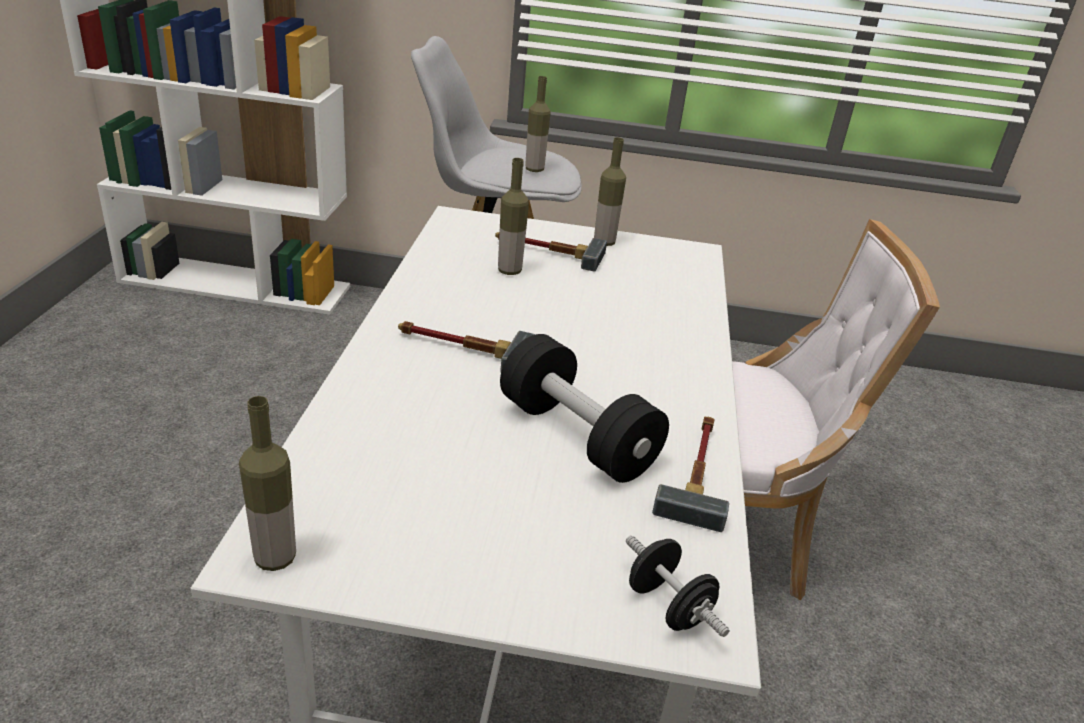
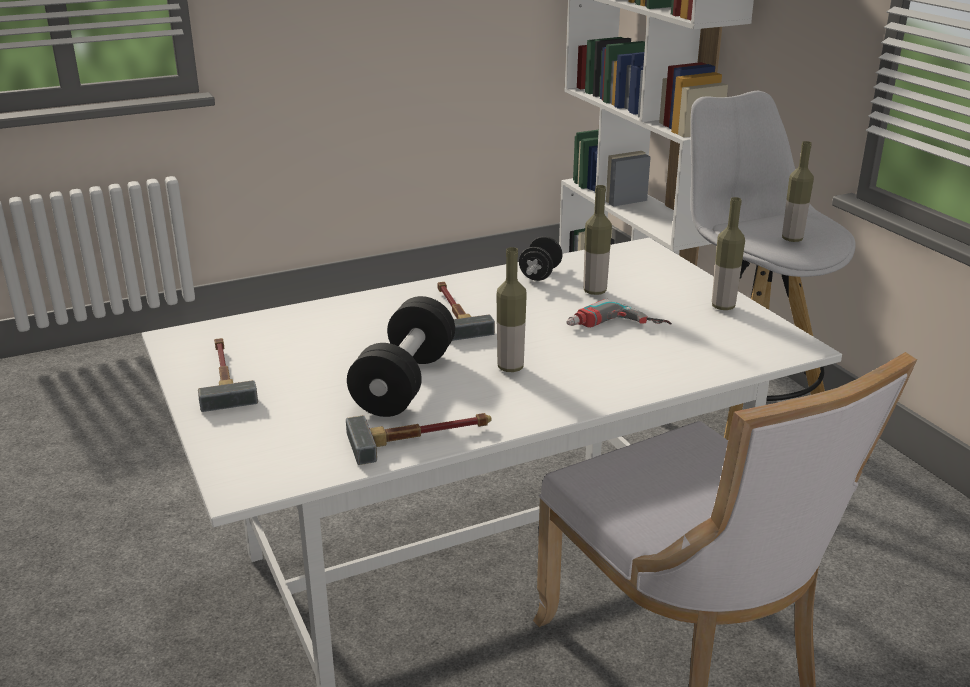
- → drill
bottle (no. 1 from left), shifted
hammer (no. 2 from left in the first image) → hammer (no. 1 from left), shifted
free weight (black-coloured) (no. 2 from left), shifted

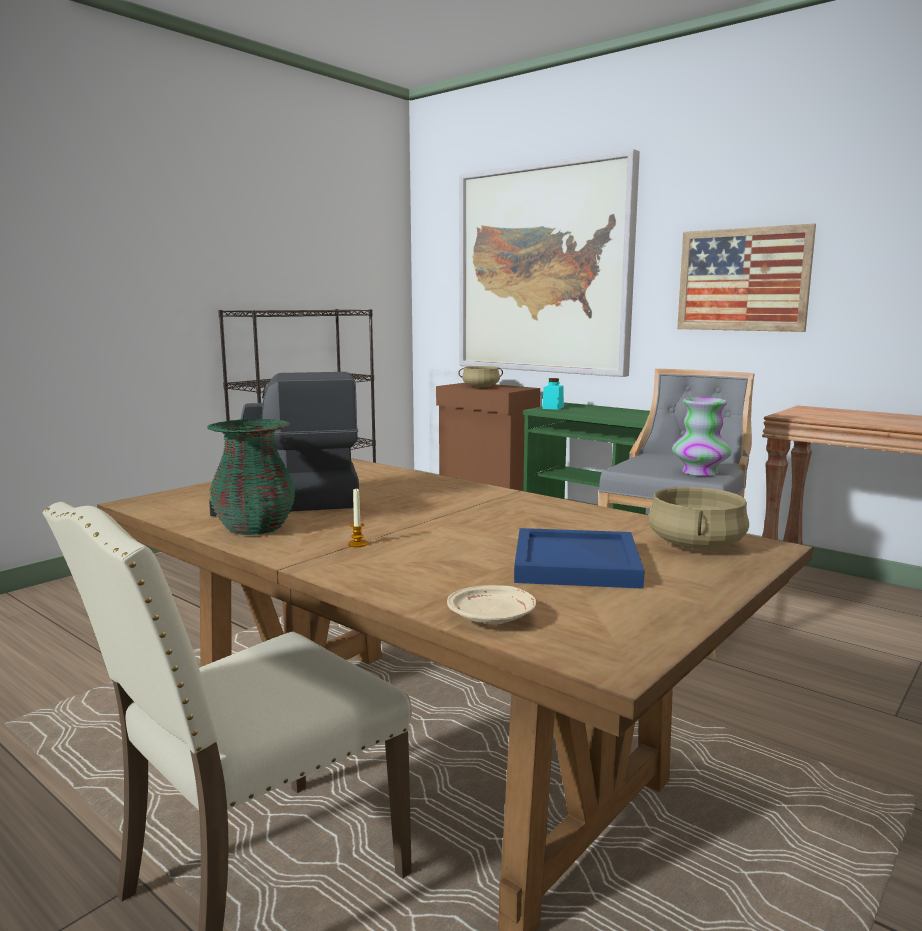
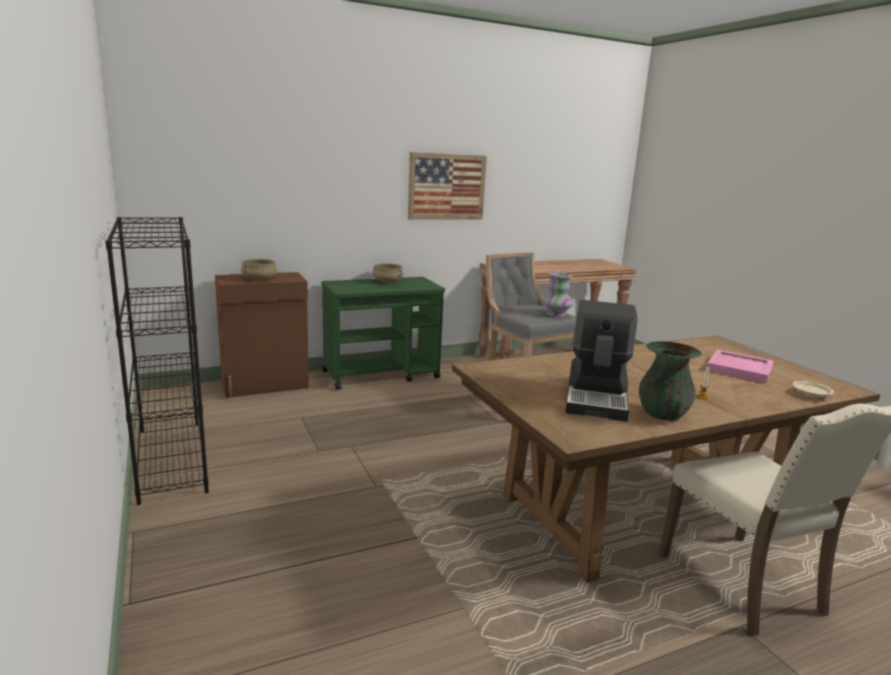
wall picture (no. 1 from left) → -
preserve jar (blue-green) → -
saucepot (beige) (no. 2 from left), shifted
carrying tray (bluish) → carrying tray (pink-coloured)

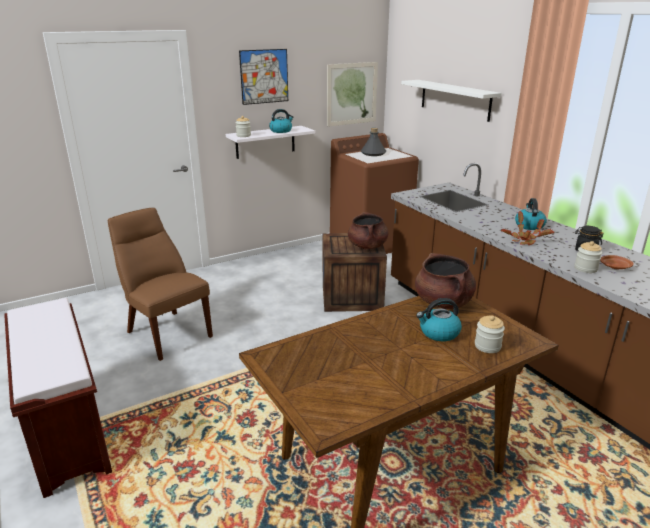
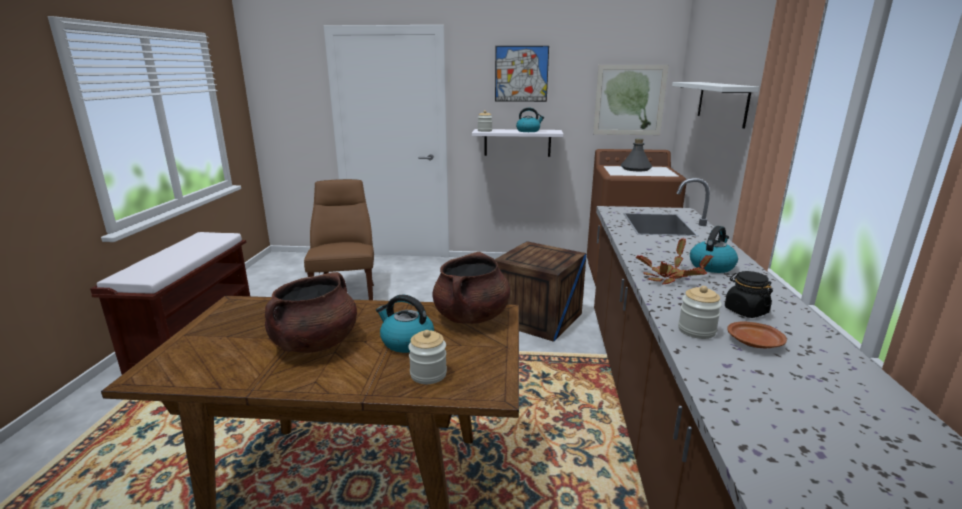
saucepot (brownish) (no. 1 from left), shifted

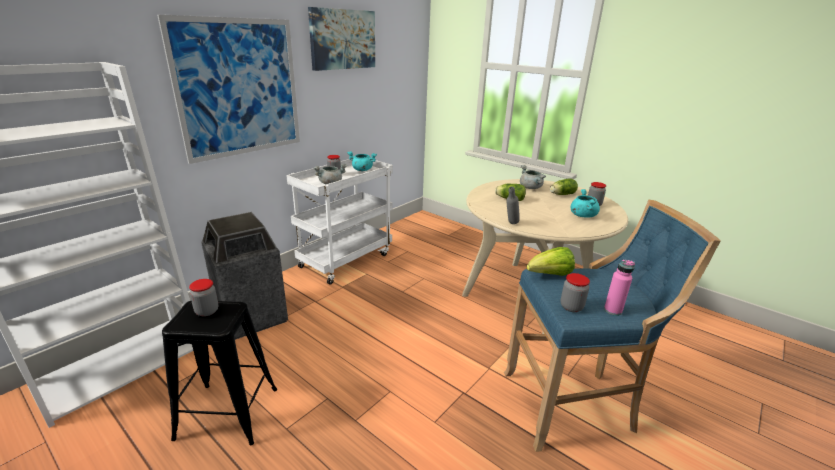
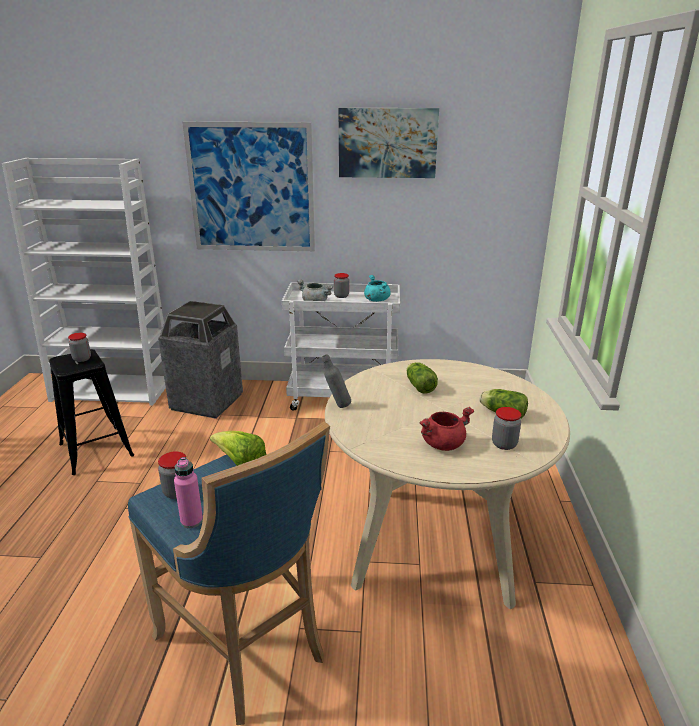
saucepot (greyish) (no. 2 from left) → -
saucepot (blue-green) (no. 2 from left) → saucepot (reddish)

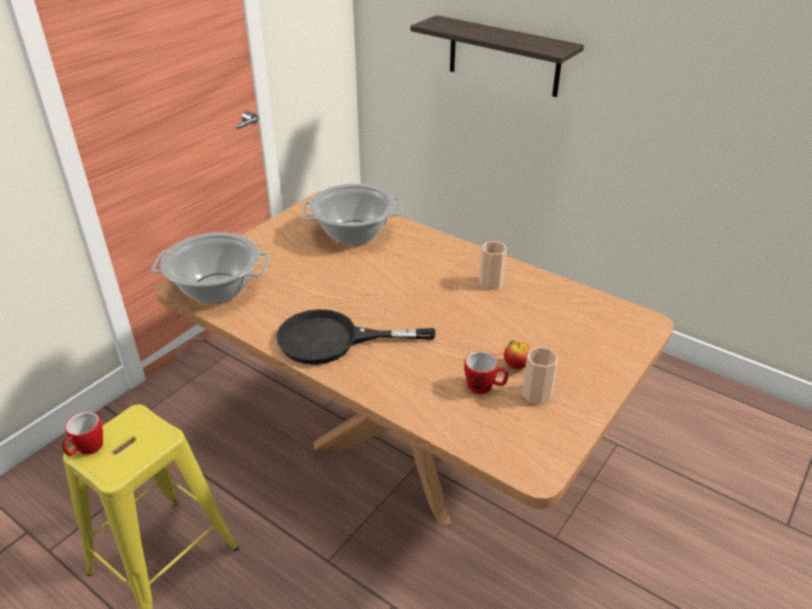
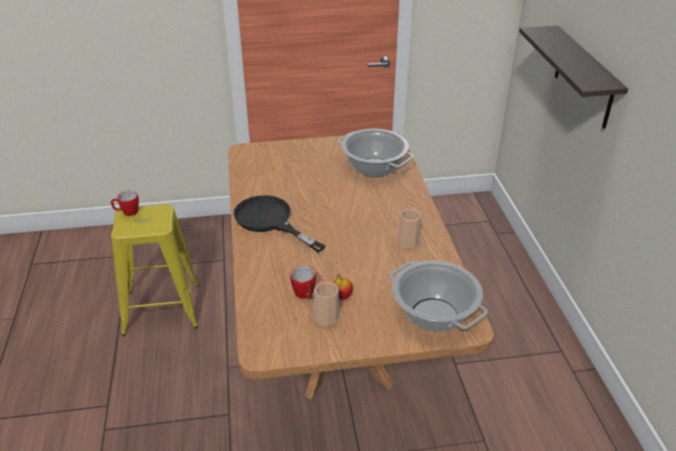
saucepot (no. 1 from left in the first image) → saucepot (no. 2 from left), shifted

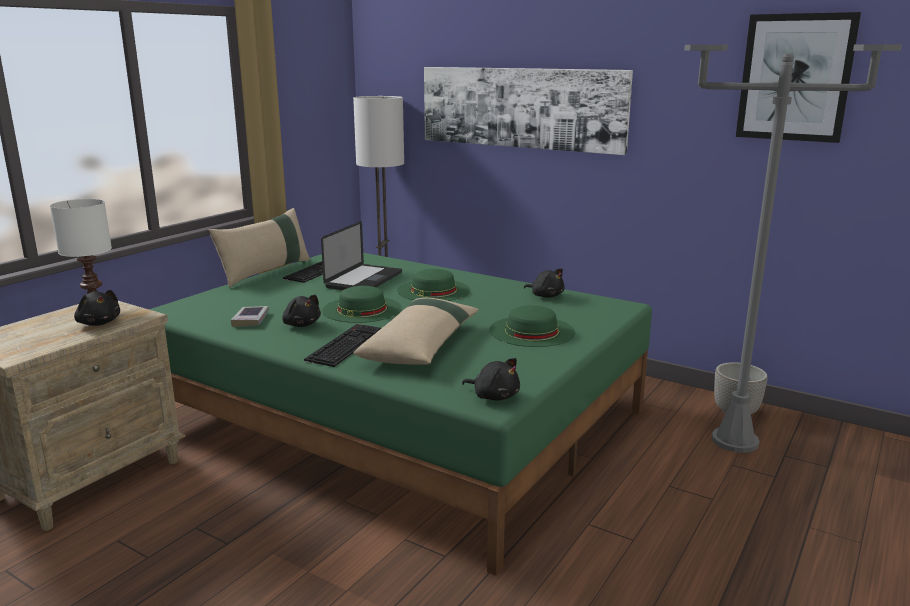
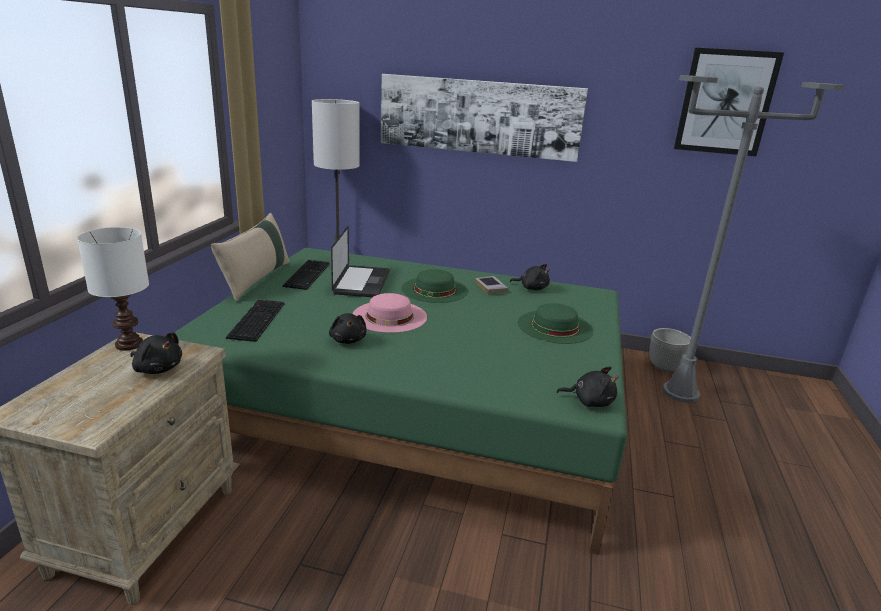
cushion (beige) (no. 2 from left) → -
book, shifted
PC keyboard (no. 2 from left in the first image) → PC keyboard (no. 1 from left), shifted
hat (greenish) (no. 1 from left) → hat (pink-coloured)
plush toy (black-coloured) (no. 2 from left), 45 degrees clockwise

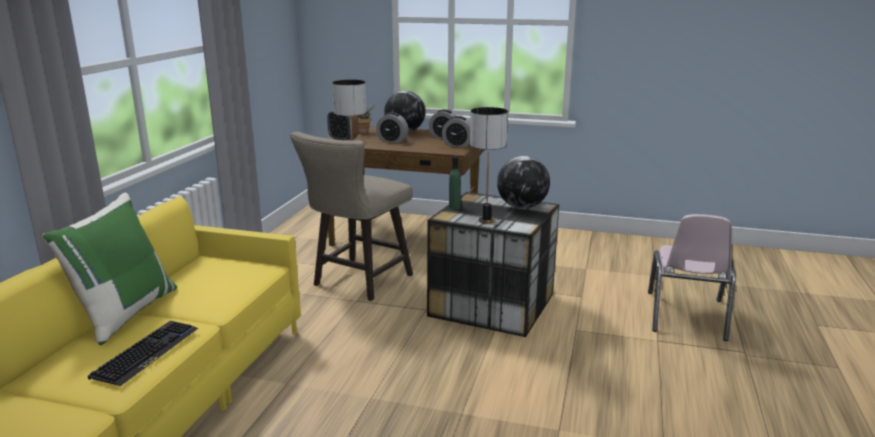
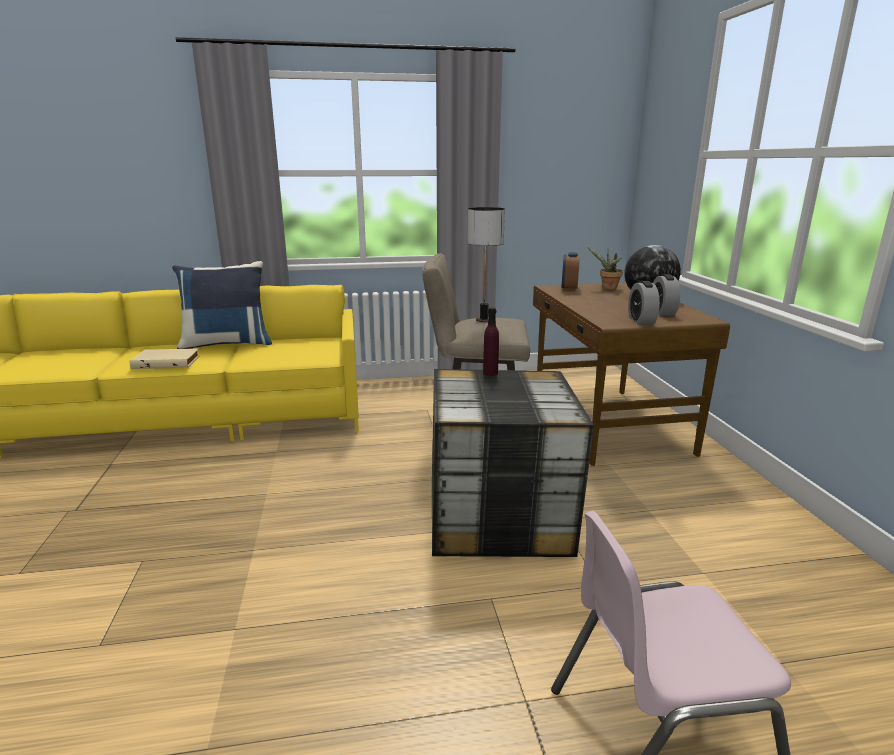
table clock (no. 2 from left) → -
lamp for a table (no. 2 from left) → -
world globe (no. 2 from left) → -
PC keyboard → book (beige)
cushion (greenish) → cushion (bluish)
bottle (greenish) → bottle (purple)

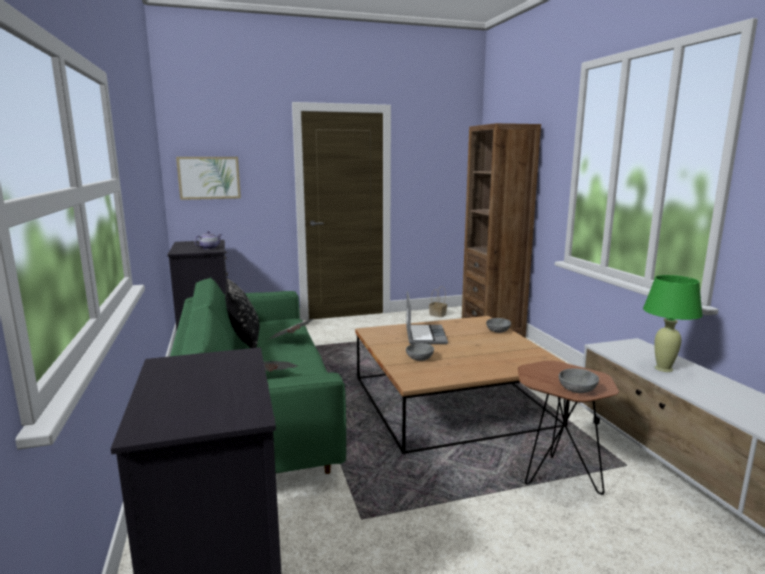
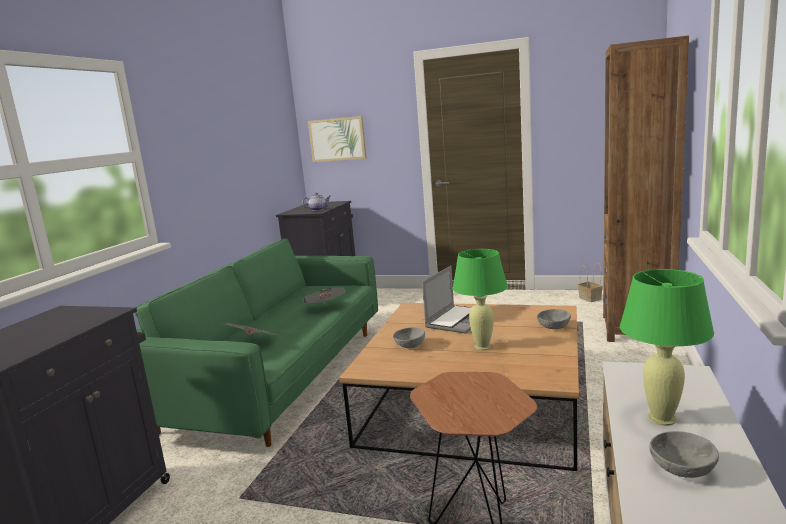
cushion (black-coloured) → -
- → lamp for a table (greenish) (no. 1 from left)
bowl (greyish) (no. 3 from left), shifted

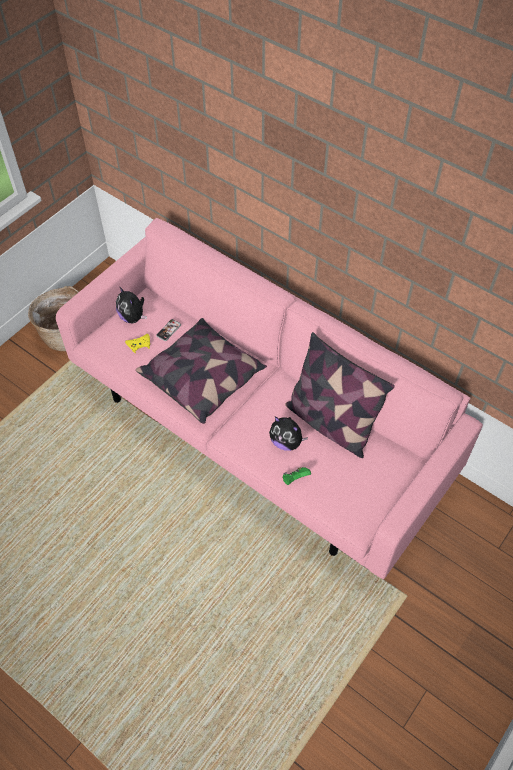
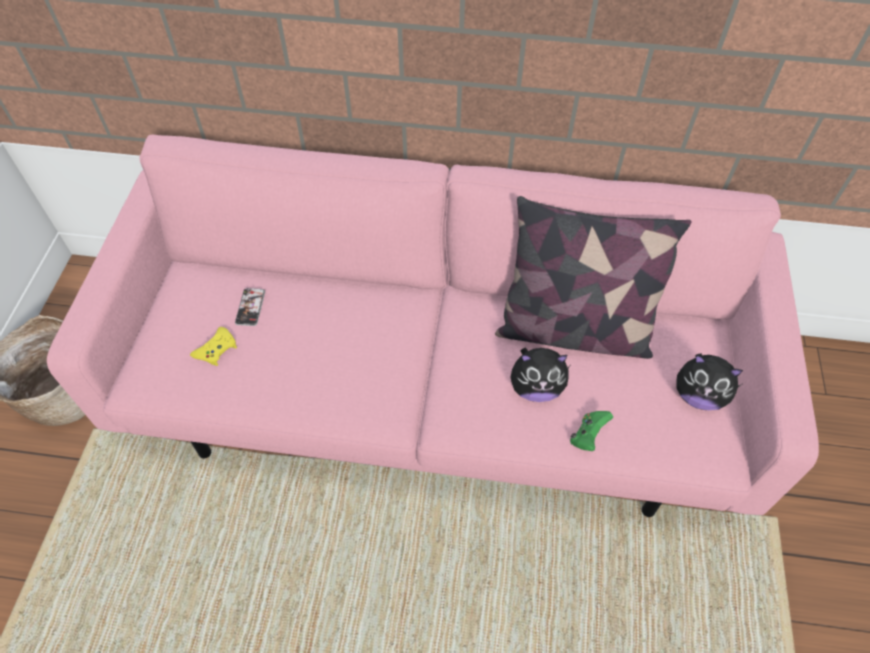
cushion (no. 1 from left) → -
plush toy (no. 1 from left in the first image) → plush toy (no. 2 from left), shifted

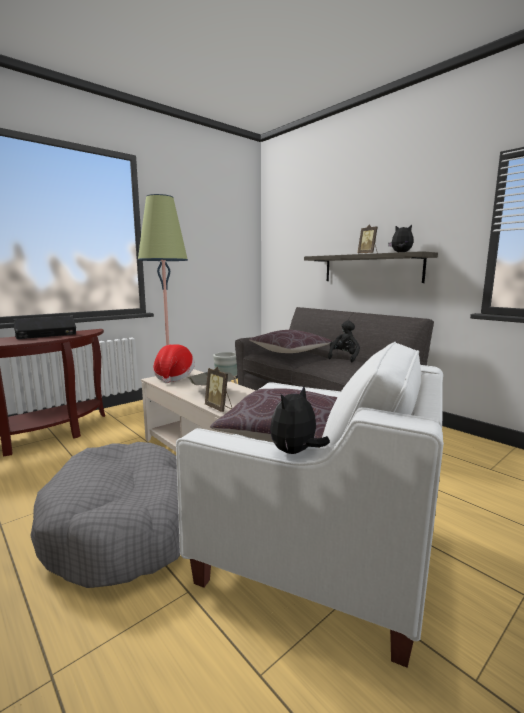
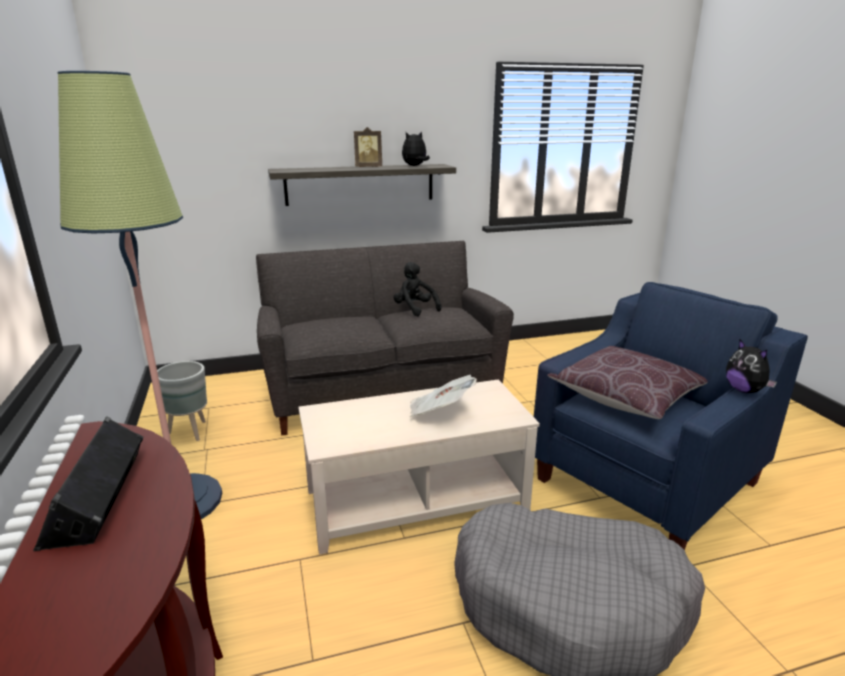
hat → -
standing frame (no. 1 from left) → -
cushion (brownish) (no. 2 from left) → -
easy chair (whitish) → easy chair (bluish)

